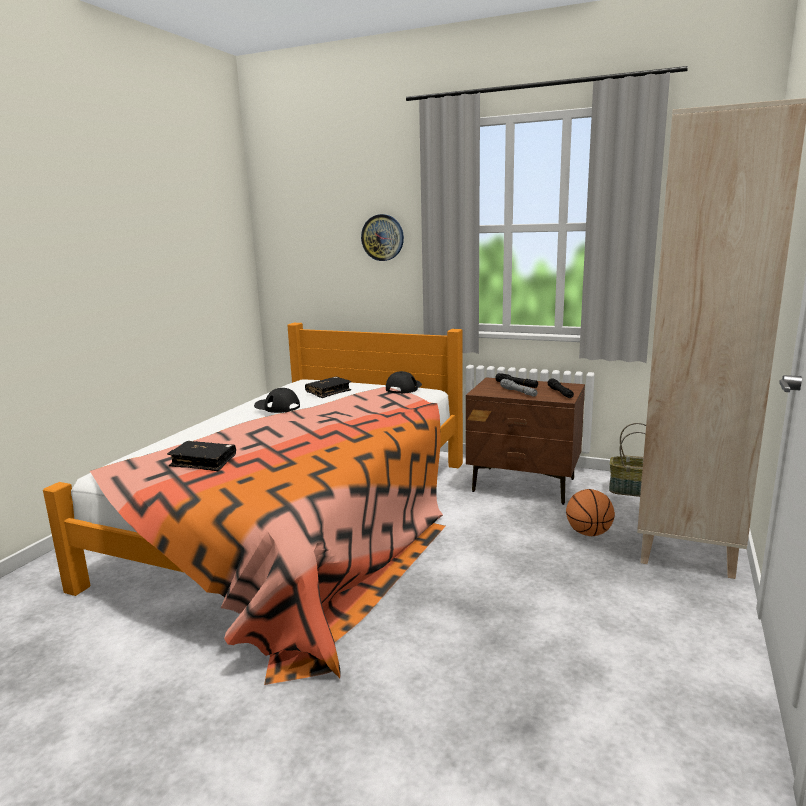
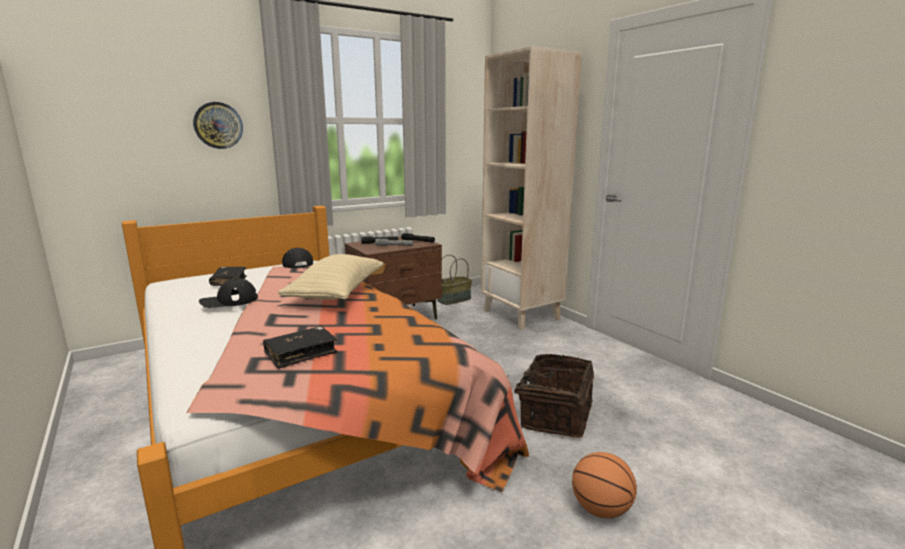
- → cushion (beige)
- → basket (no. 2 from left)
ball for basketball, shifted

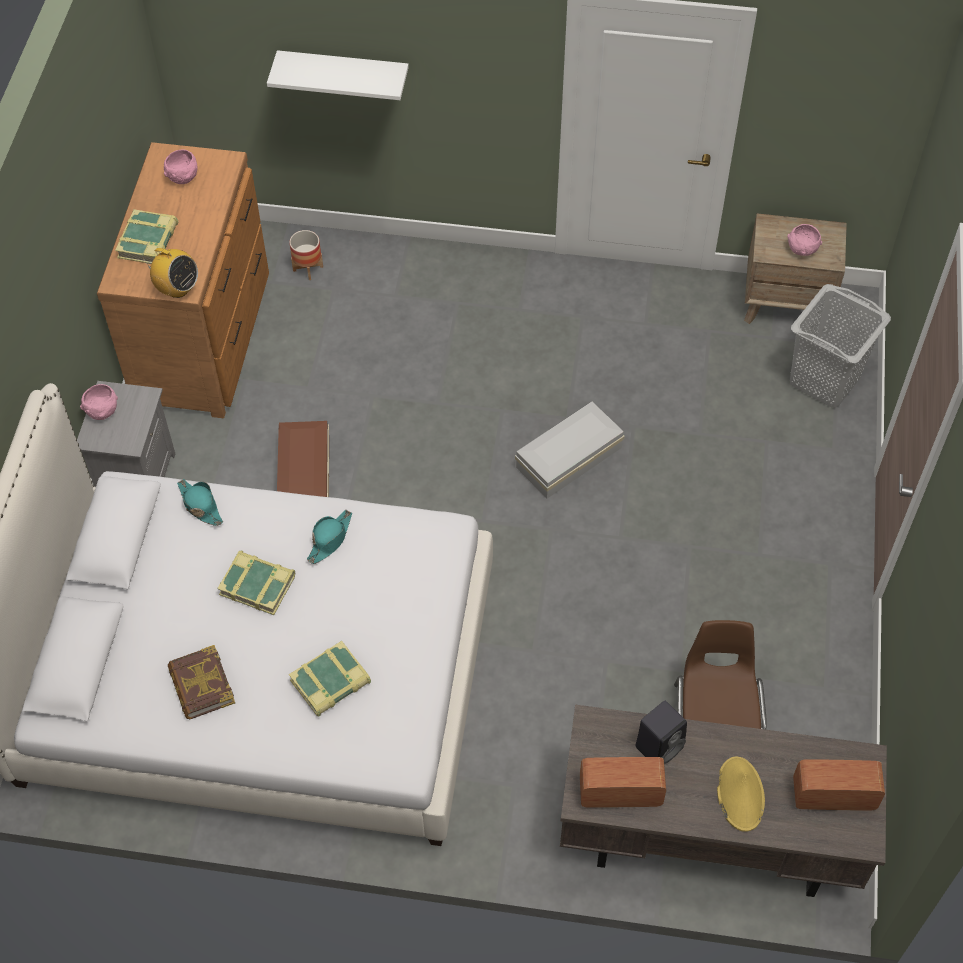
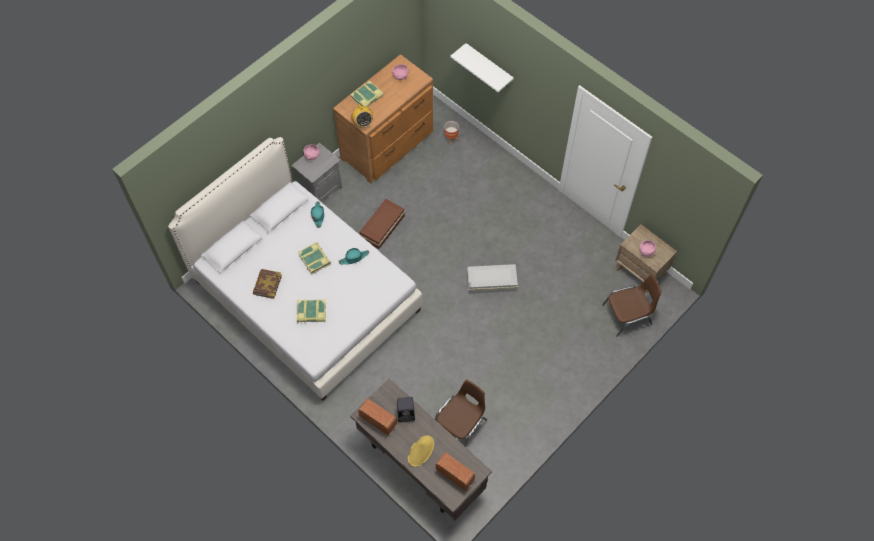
washing basket (greyish) → plain chair (brownish) (no. 2 from left)

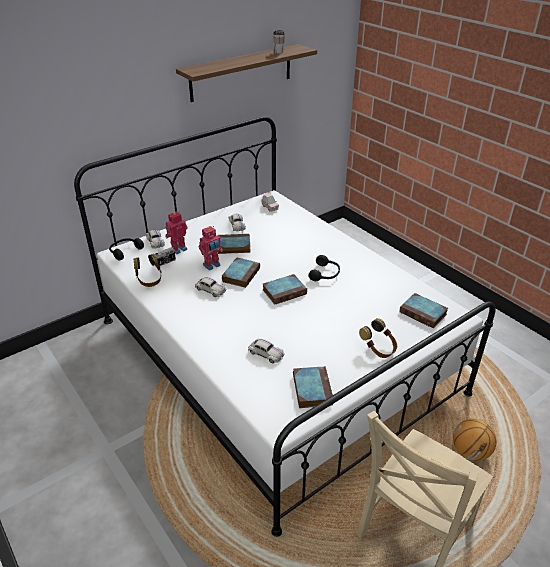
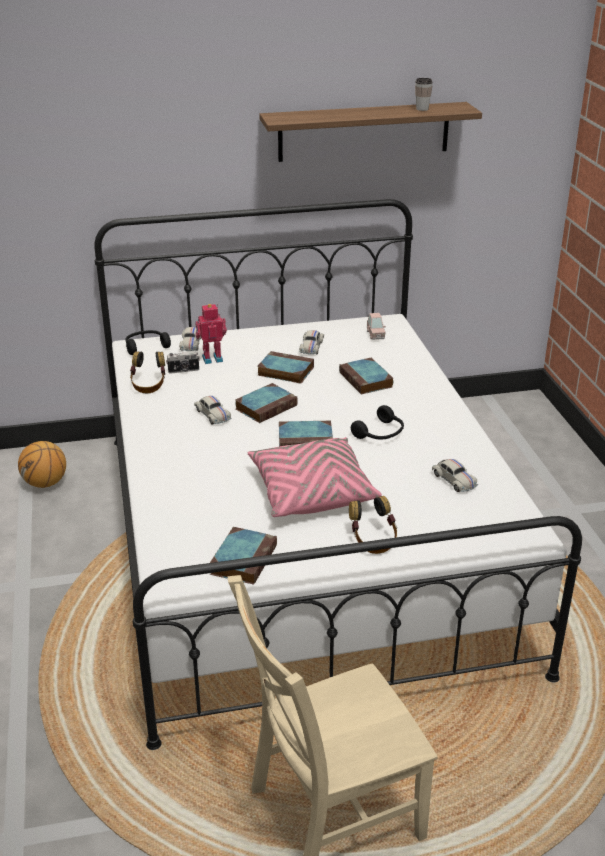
model robot (no. 2 from left) → -
- → cushion (pink-coloured)
toy car (whitish) (no. 4 from left), shifted
book (no. 5 from left), shifted
ball for basketball, shifted

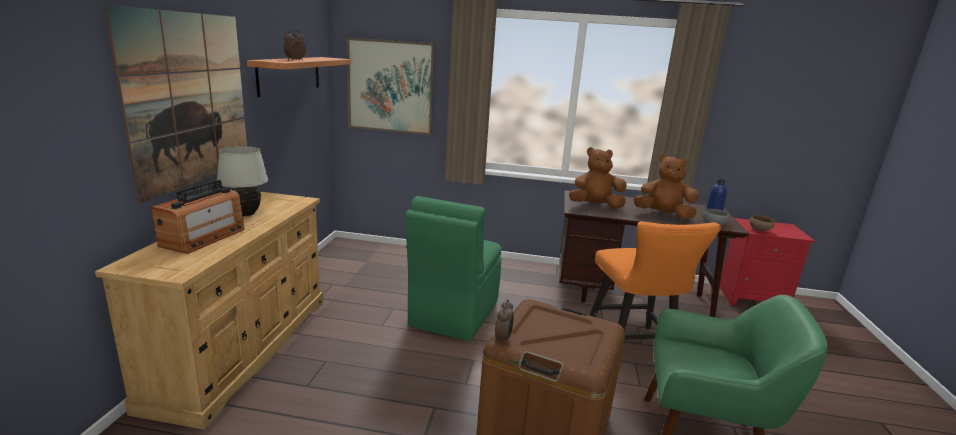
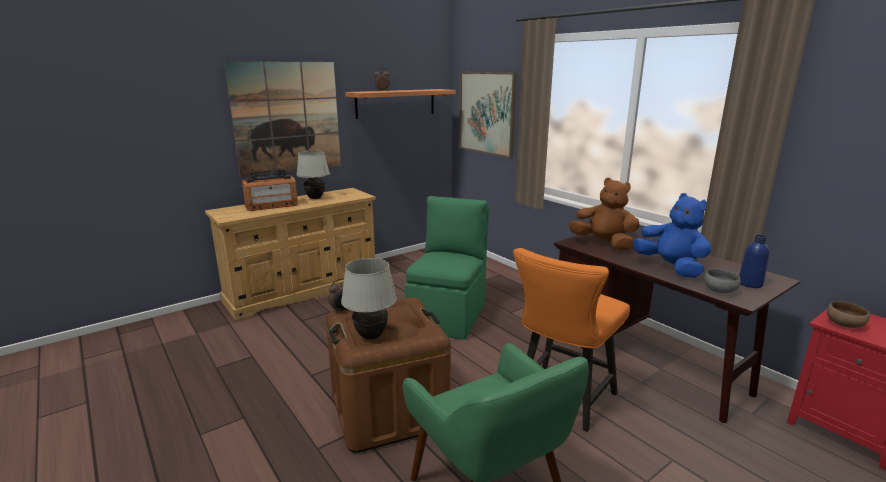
- → lamp for a table (whitish) (no. 2 from left)
plush toy (brownish) (no. 2 from left) → plush toy (bluish)
plain chair (greenish), 135 degrees clockwise

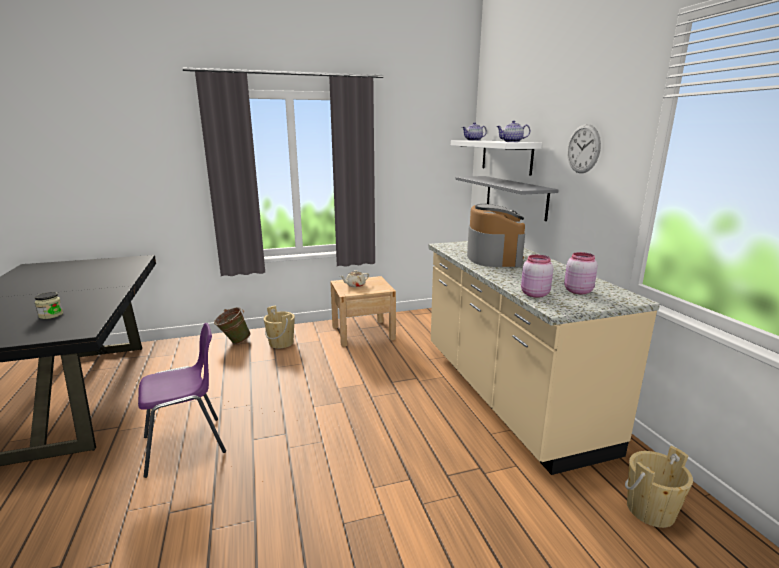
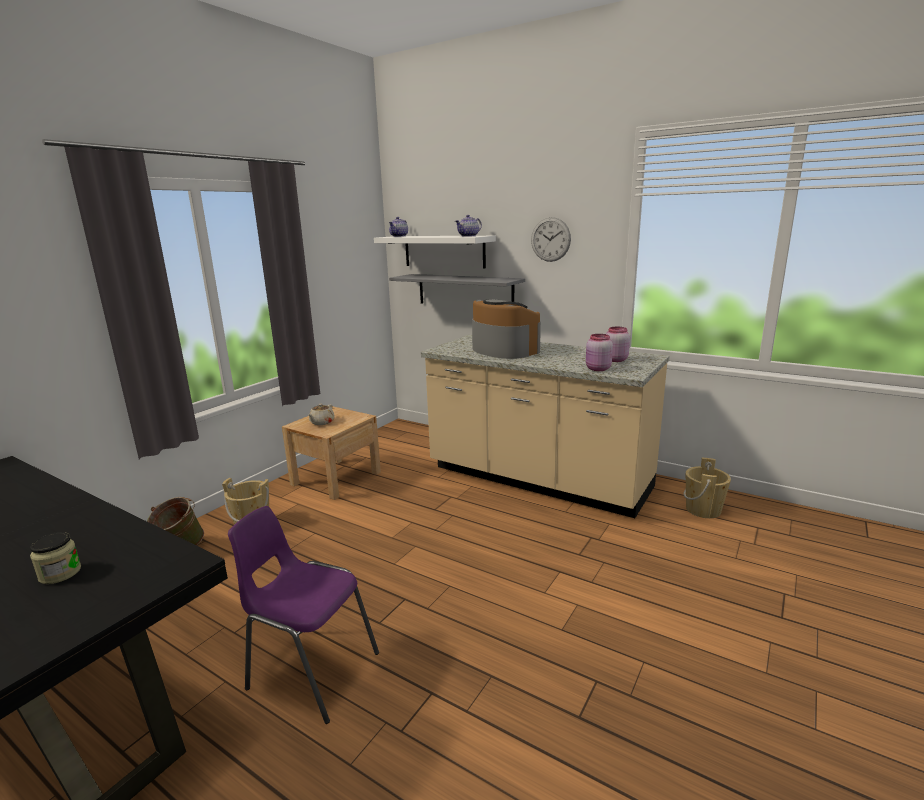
plain chair (purple), 90 degrees counterclockwise

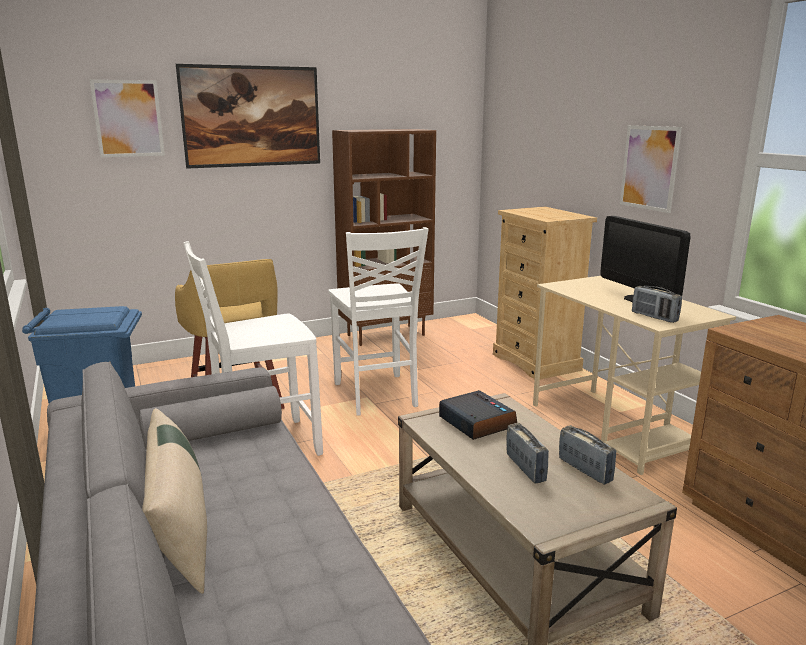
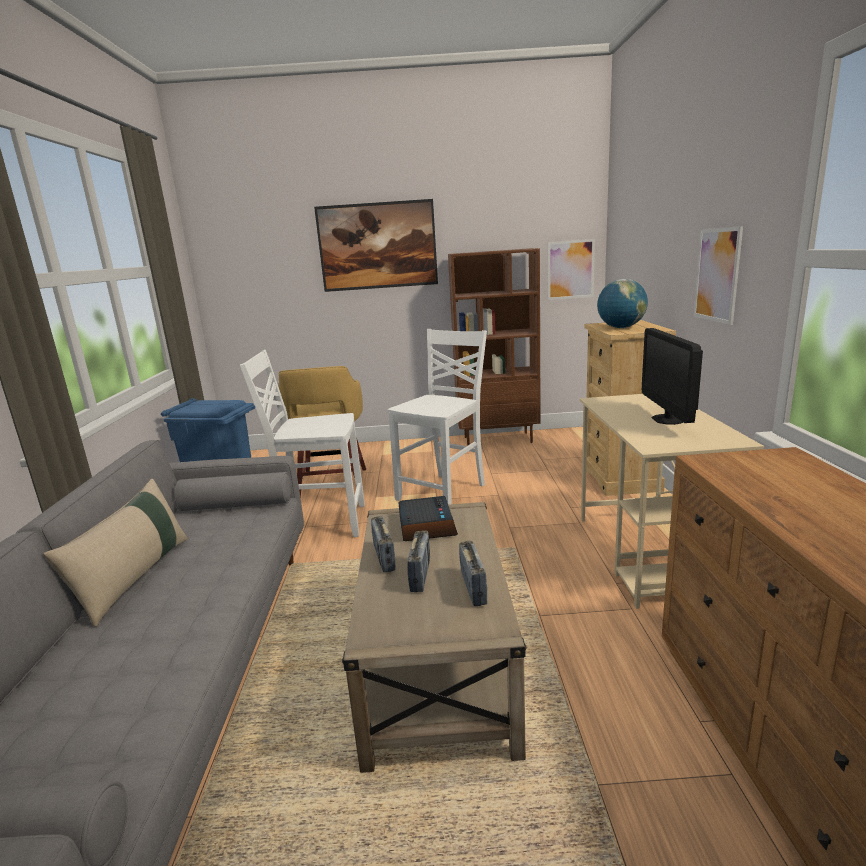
- → world globe
wall picture (no. 1 from left in the first image) → wall picture (no. 2 from left), shifted
radio receiver (no. 3 from left in the first image) → radio receiver (no. 1 from left), shifted
plain chair (whitish) (no. 2 from left), 150 degrees counterclockwise

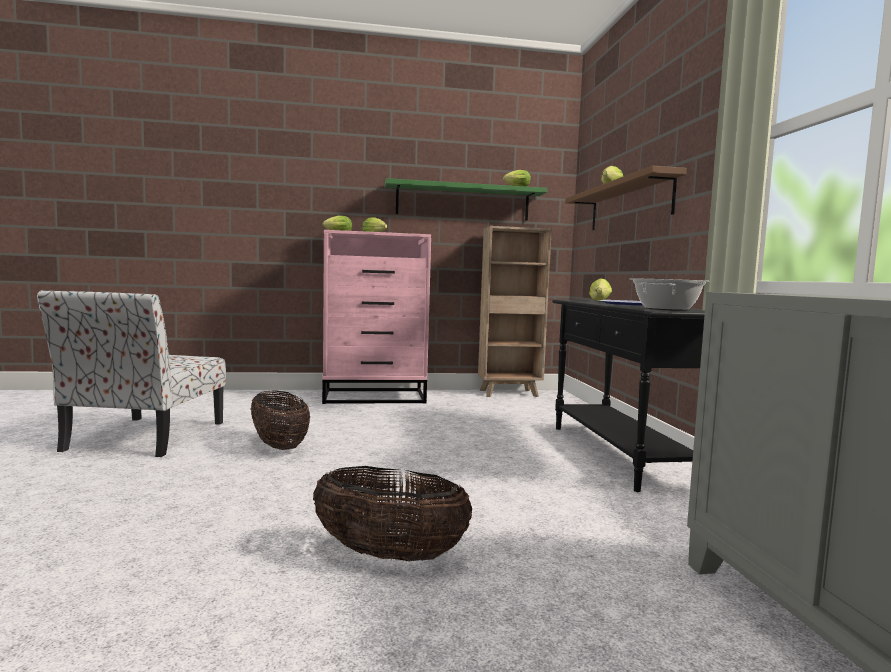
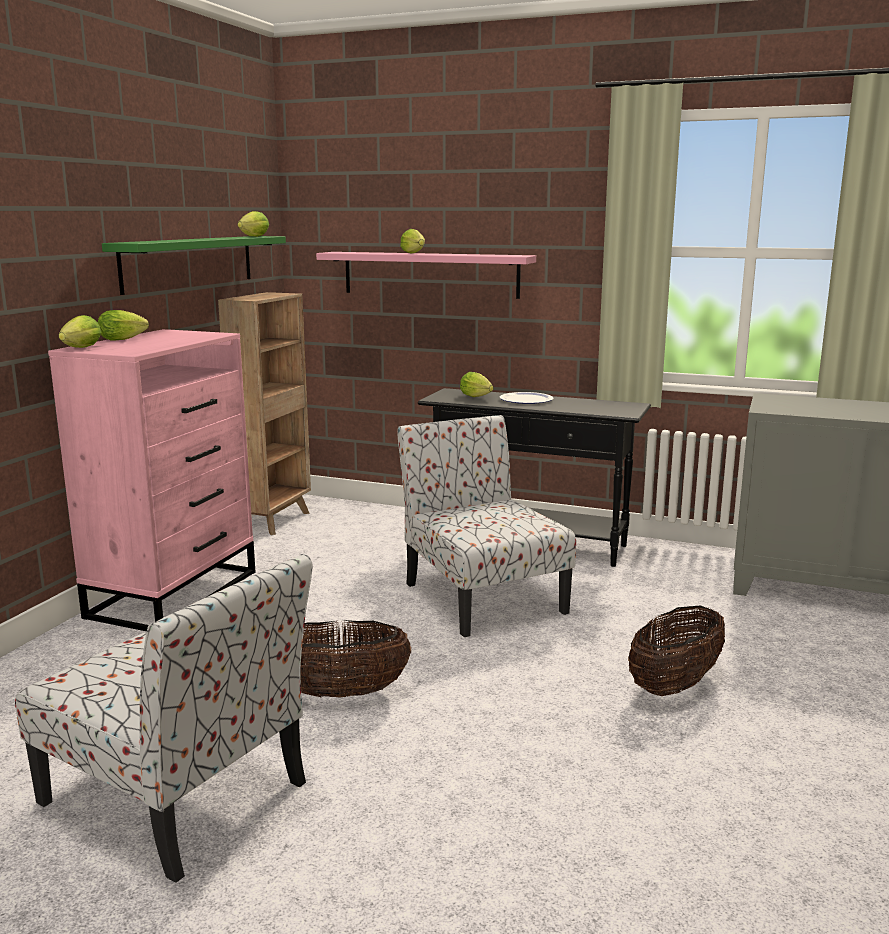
saucepot → -
- → plain chair (no. 2 from left)
wall shelf (brownish) → wall shelf (pink-coloured)

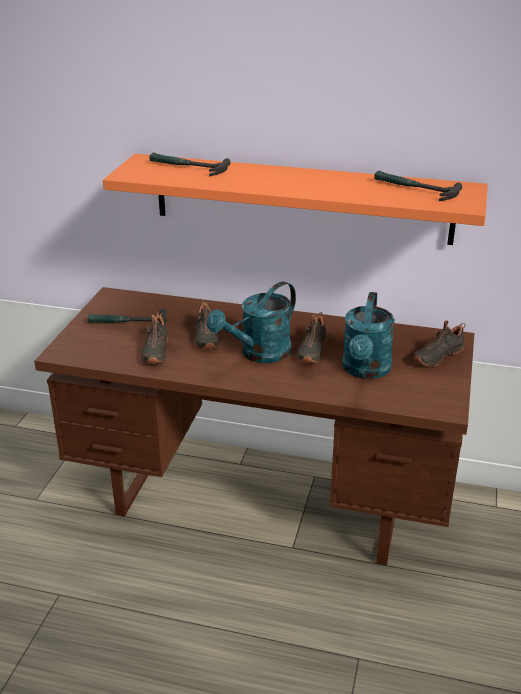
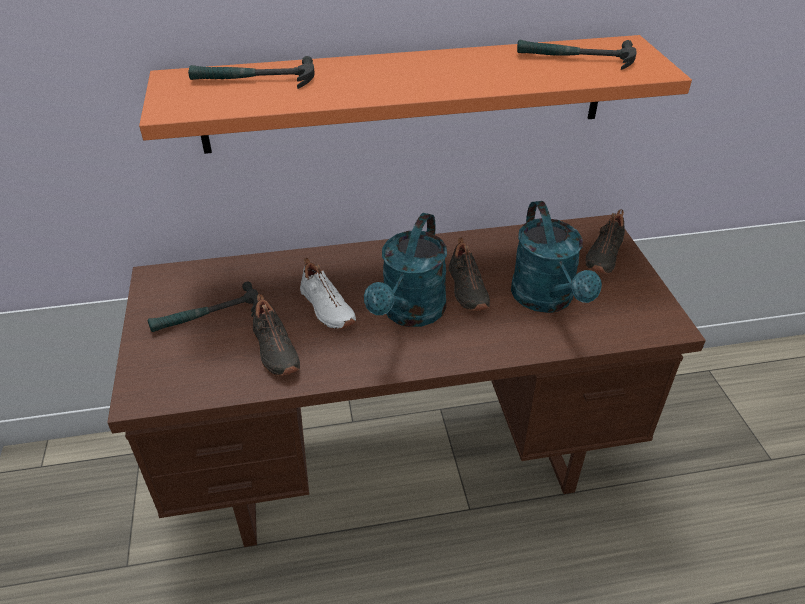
low shoe (black-coloured) (no. 2 from left) → low shoe (whitish)

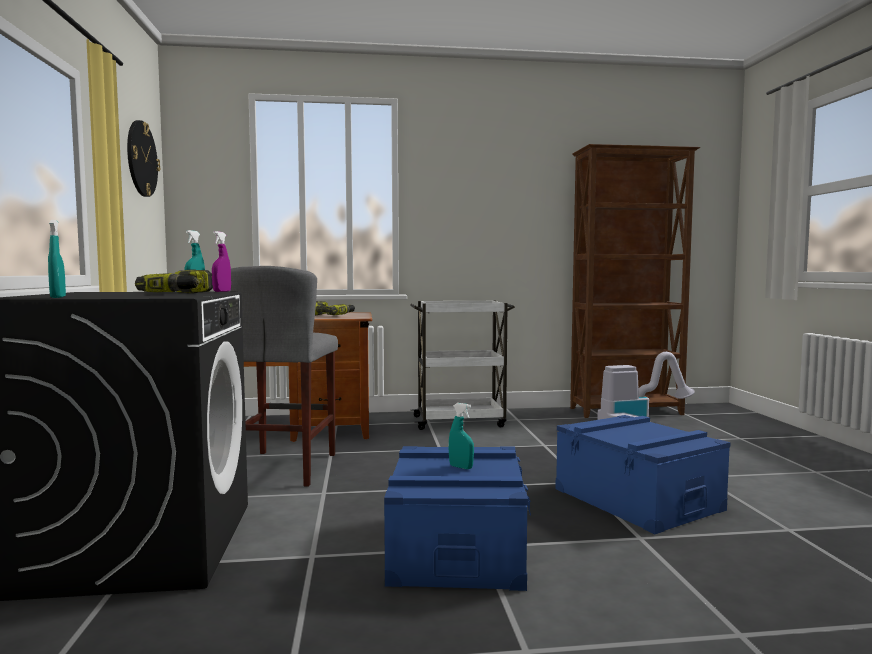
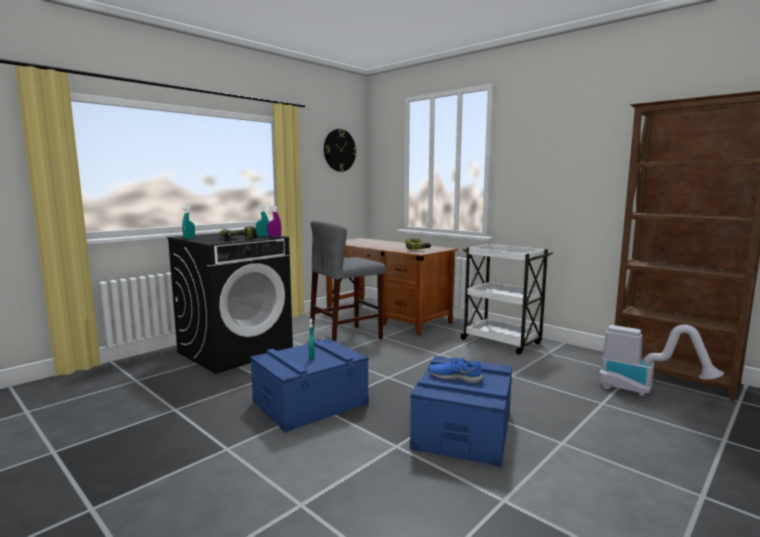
- → low shoe (bluish)

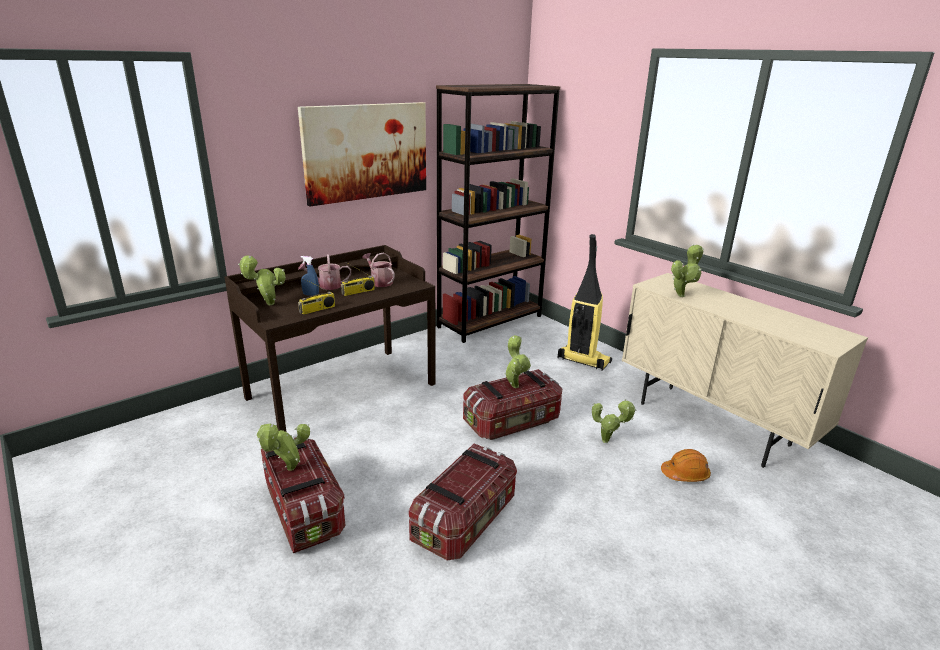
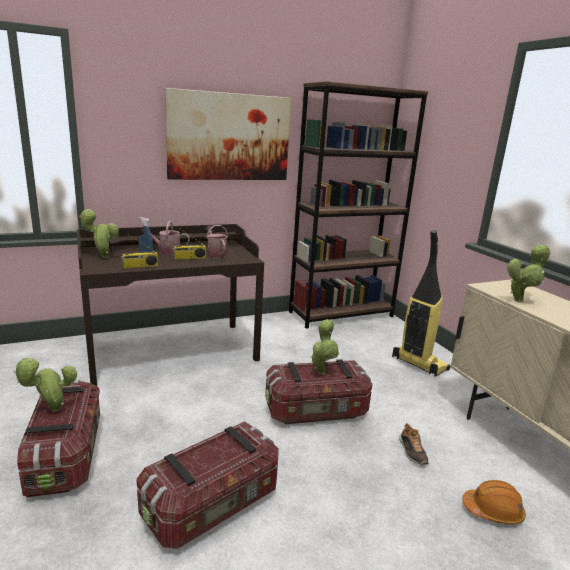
houseplant (no. 4 from left) → low shoe

